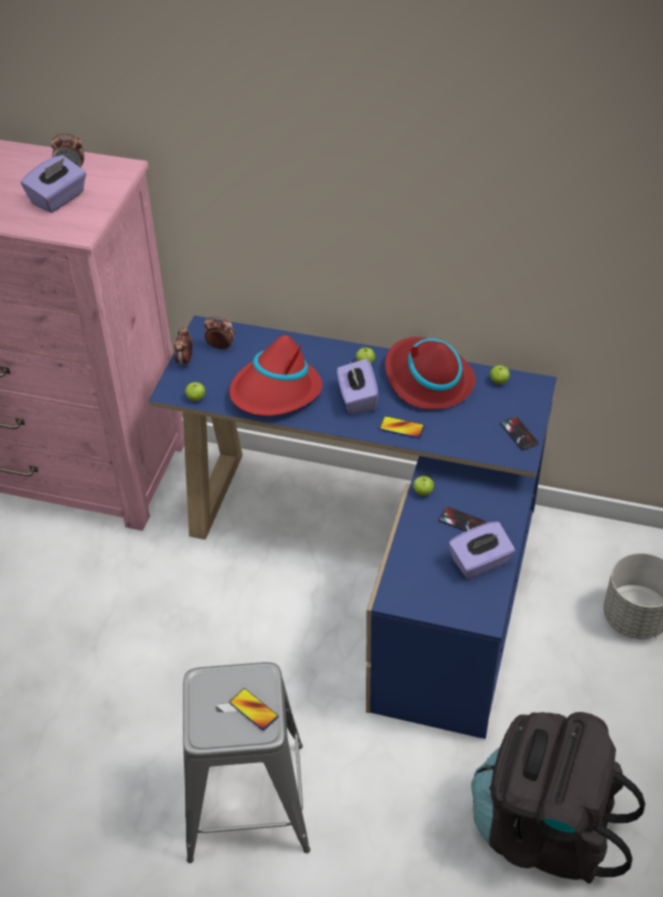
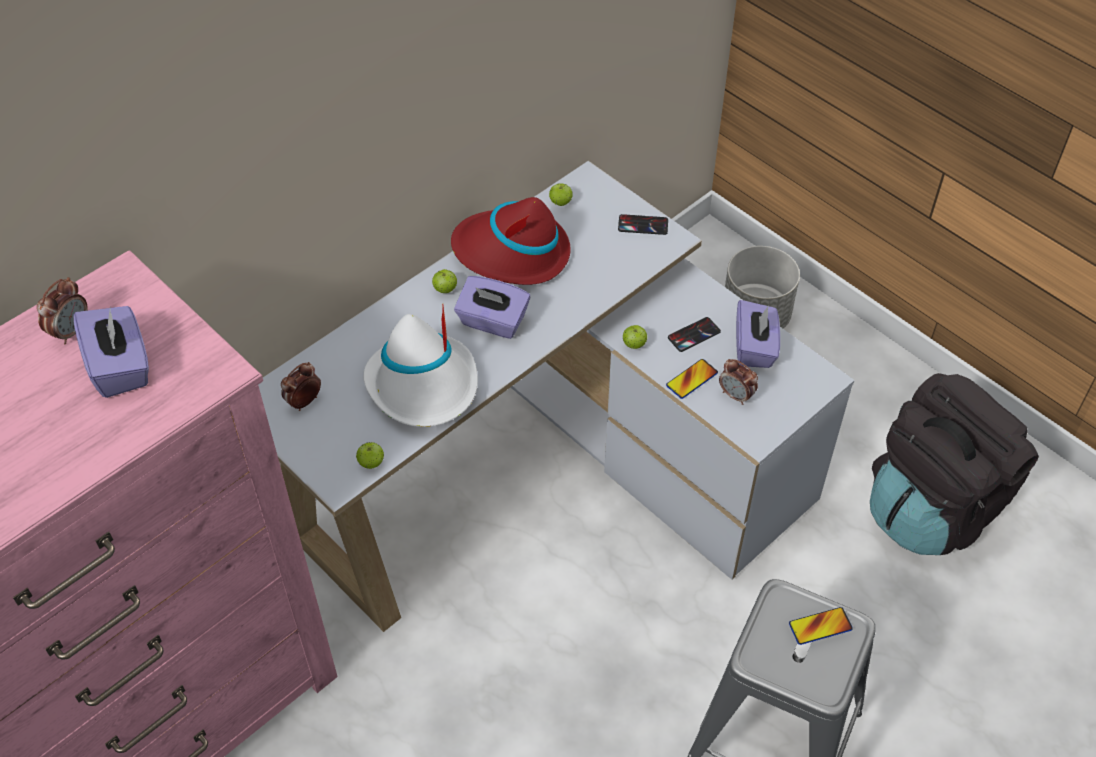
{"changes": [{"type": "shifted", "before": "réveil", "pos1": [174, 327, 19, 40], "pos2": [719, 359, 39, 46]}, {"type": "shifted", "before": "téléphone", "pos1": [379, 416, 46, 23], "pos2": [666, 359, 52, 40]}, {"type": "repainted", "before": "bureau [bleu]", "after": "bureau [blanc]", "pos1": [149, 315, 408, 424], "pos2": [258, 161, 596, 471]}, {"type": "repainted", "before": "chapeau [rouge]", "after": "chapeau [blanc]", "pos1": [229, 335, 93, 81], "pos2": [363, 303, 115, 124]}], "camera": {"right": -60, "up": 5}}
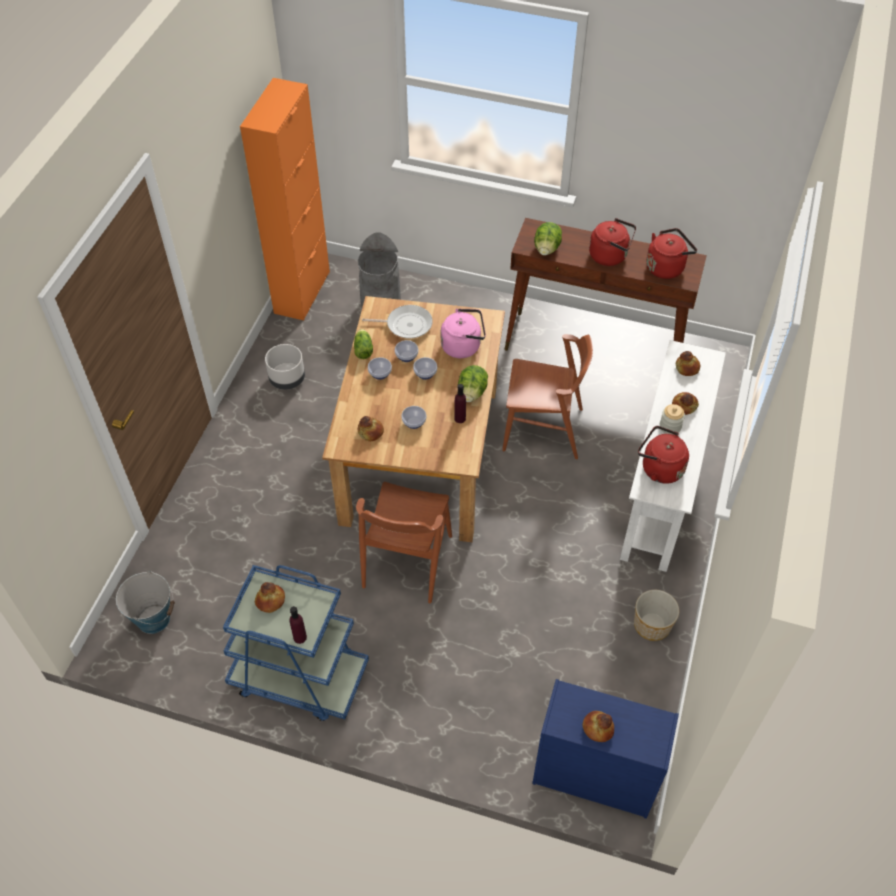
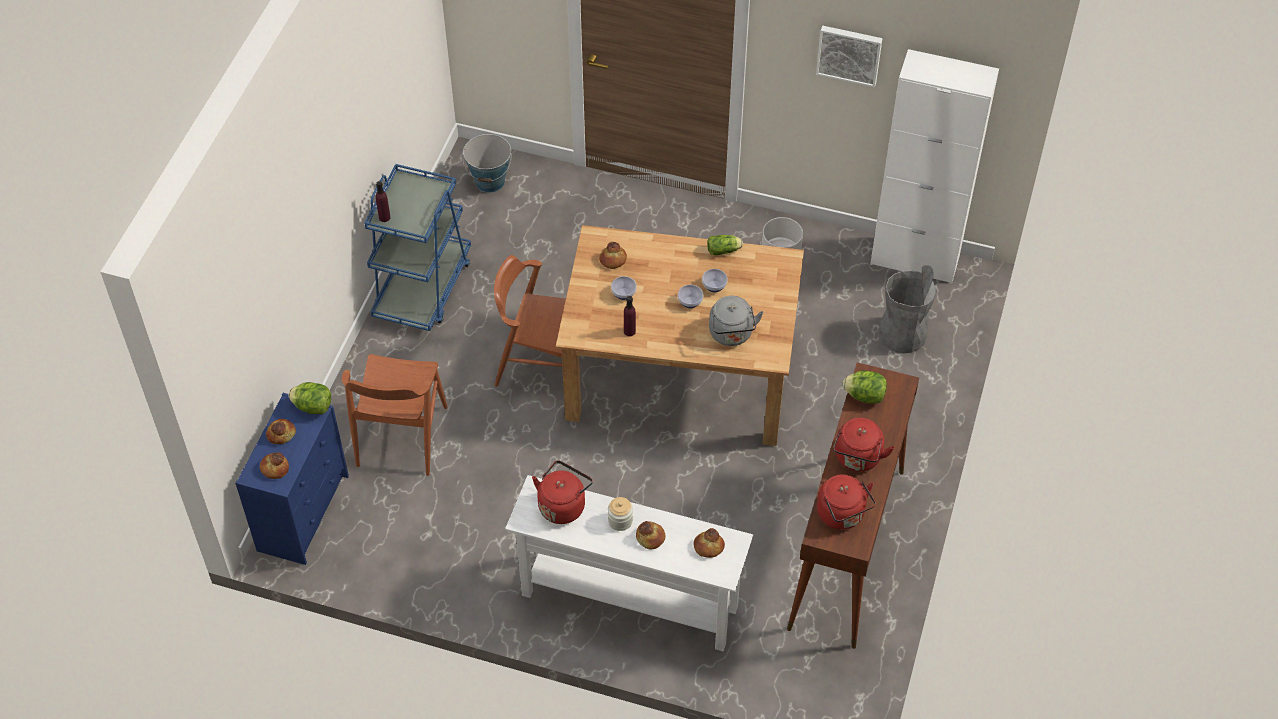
{"changes": [{"type": "gone", "before": "poêle", "pos1": [362, 305, 71, 34]}, {"type": "gone", "before": "bol", "pos1": [368, 357, 24, 23]}, {"type": "gone", "before": "cache-pot", "pos1": [634, 590, 45, 51]}, {"type": "new", "after": "tableau", "pos2": [816, 26, 66, 61]}, {"type": "shifted", "before": "pain", "pos1": [255, 582, 30, 31], "pos2": [260, 453, 29, 26]}, {"type": "shifted", "before": "laitue", "pos1": [458, 365, 30, 37], "pos2": [288, 382, 43, 32]}, {"type": "shifted", "before": "chaise [marron]", "pos1": [502, 334, 91, 125], "pos2": [342, 354, 106, 122]}, {"type": "repainted", "before": "meuble de rangement [orange]", "after": "meuble de rangement [blanc]", "pos1": [240, 78, 90, 243], "pos2": [870, 49, 129, 235]}, {"type": "repainted", "before": "bouilloire [rose]", "after": "bouilloire [gris]", "pos1": [441, 309, 45, 49], "pos2": [709, 296, 54, 50]}], "camera": {"right": 90, "up": 0}}
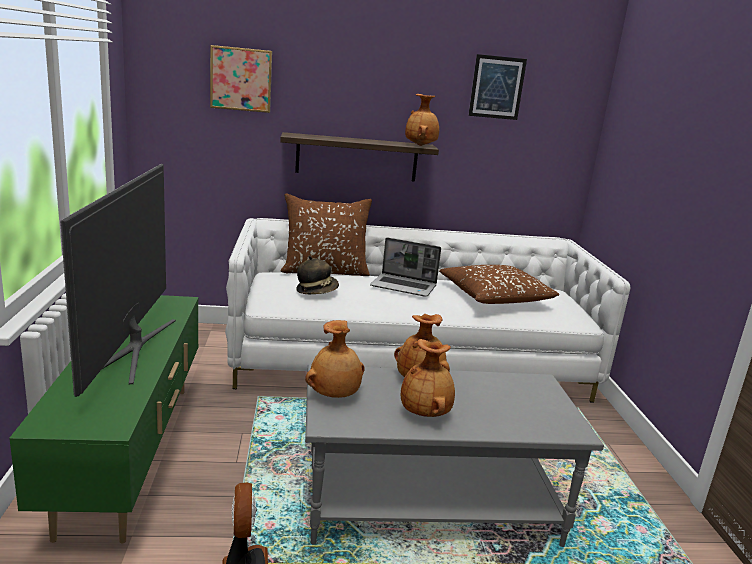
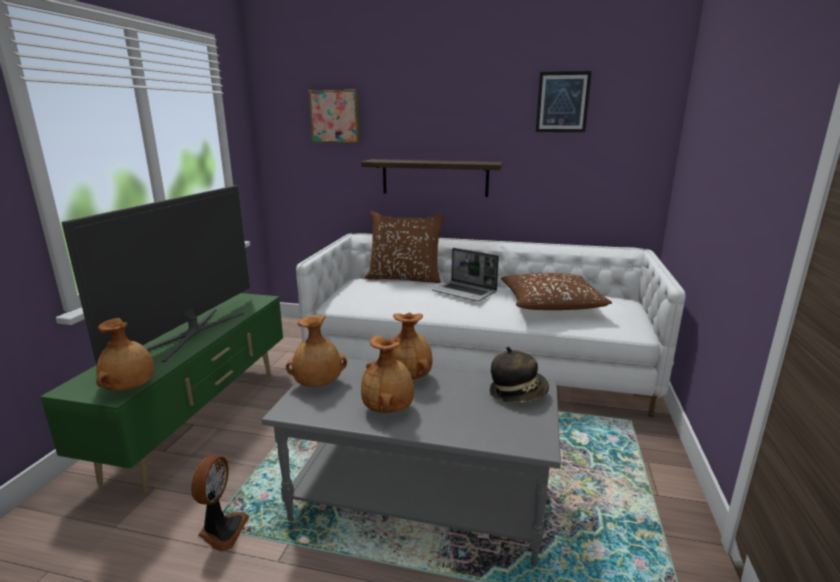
{"changes": [{"type": "shifted", "before": "chapeau", "pos1": [296, 255, 43, 39], "pos2": [490, 347, 59, 56]}, {"type": "shifted", "before": "vase [marron]", "pos1": [405, 94, 34, 52], "pos2": [96, 318, 58, 73]}], "camera": {"right": 20, "up": 0}}
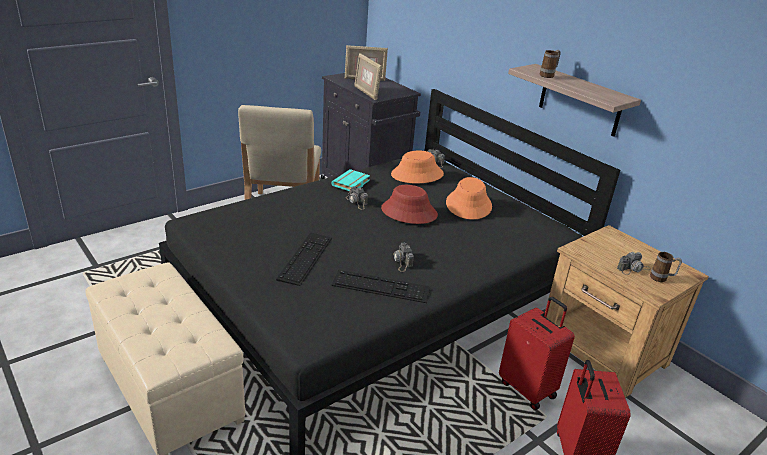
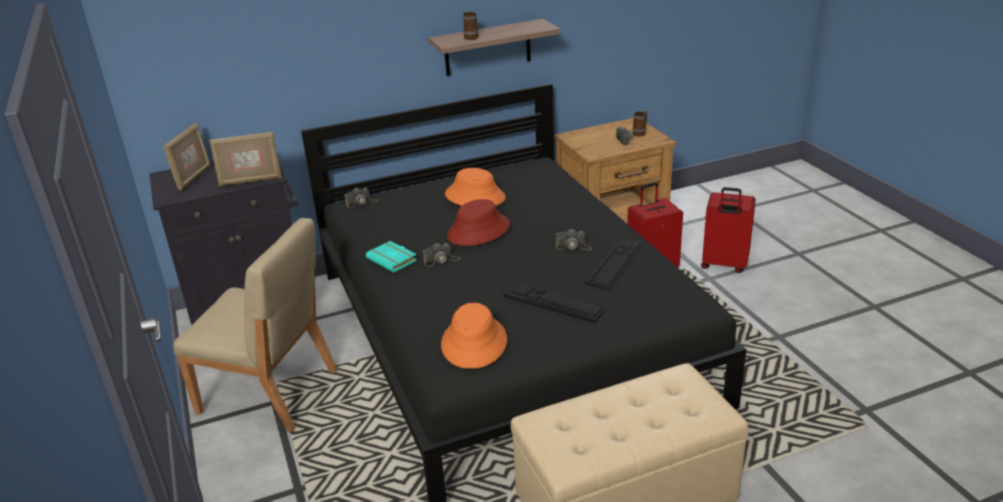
{"changes": [{"type": "shifted", "before": "chapeau [orange]", "pos1": [391, 150, 53, 33], "pos2": [441, 303, 66, 66]}], "camera": {"right": -70, "up": 0}}
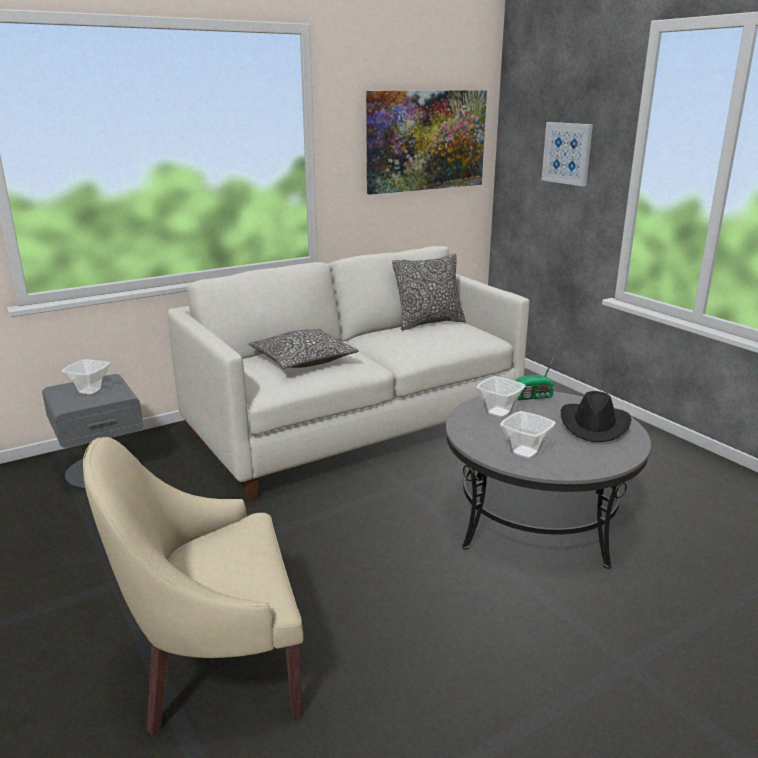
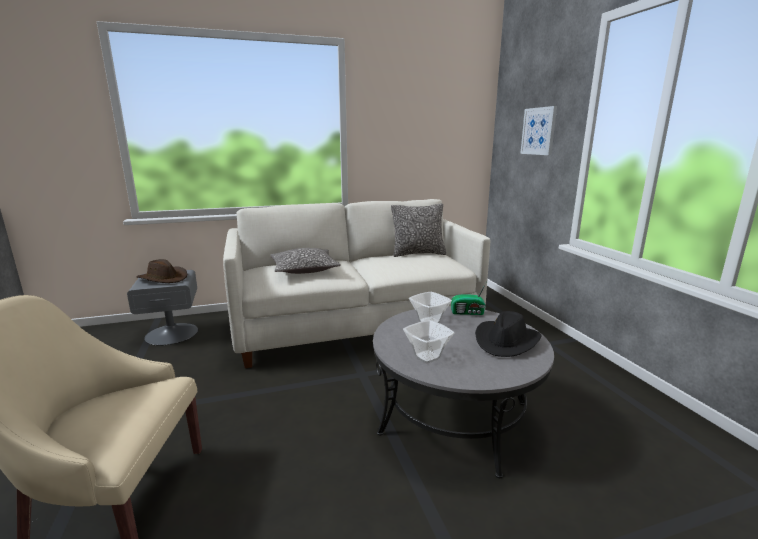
{"changes": [{"type": "gone", "before": "tableau", "pos1": [366, 90, 121, 104]}, {"type": "swapped", "before": "bol", "after": "chapeau [marron]", "pos1": [61, 359, 49, 37], "pos2": [137, 259, 50, 24]}], "camera": {"right": 15, "up": -5}}
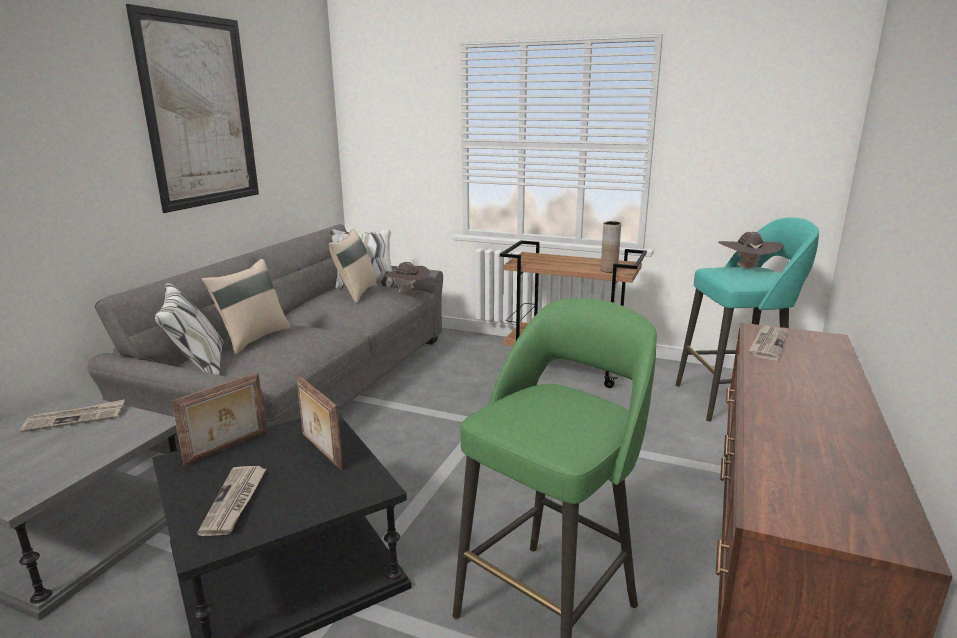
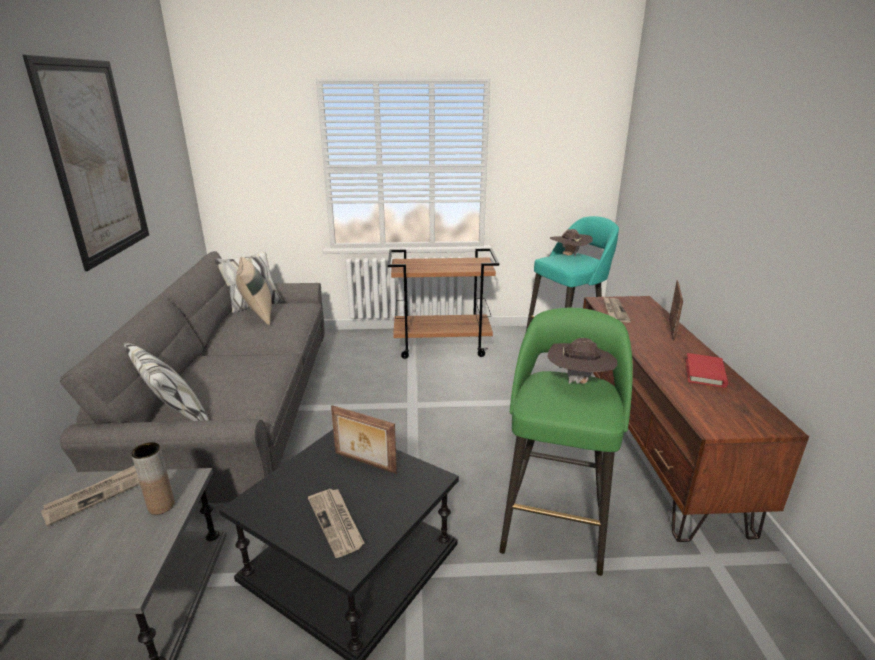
{"changes": [{"type": "gone", "before": "coussin [beige]", "pos1": [202, 259, 88, 96]}, {"type": "new", "after": "livre [rouge]", "pos2": [686, 353, 42, 35]}, {"type": "shifted", "before": "cadre photo", "pos1": [171, 372, 96, 94], "pos2": [669, 280, 14, 61]}, {"type": "shifted", "before": "chapeau [marron]", "pos1": [382, 262, 48, 30], "pos2": [548, 338, 70, 46]}, {"type": "shifted", "before": "vase [marron]", "pos1": [601, 221, 20, 52], "pos2": [131, 442, 44, 73]}], "camera": {"right": -25, "up": 5}}
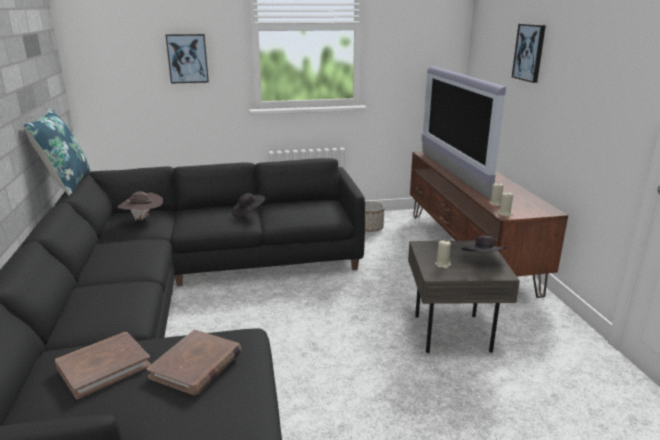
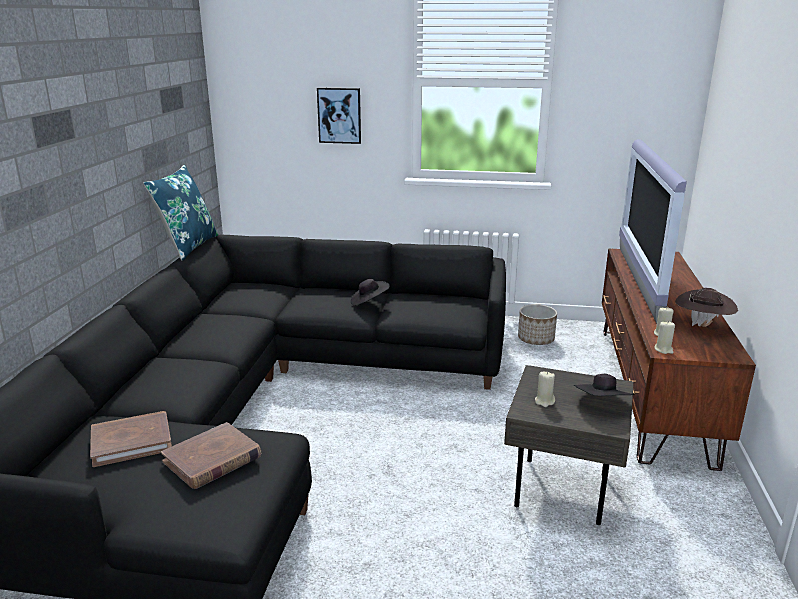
{"changes": [{"type": "gone", "before": "tableau", "pos1": [512, 24, 34, 59]}, {"type": "shifted", "before": "chapeau [marron]", "pos1": [118, 192, 45, 29], "pos2": [675, 288, 63, 39]}], "camera": {"right": 20, "up": 0}}
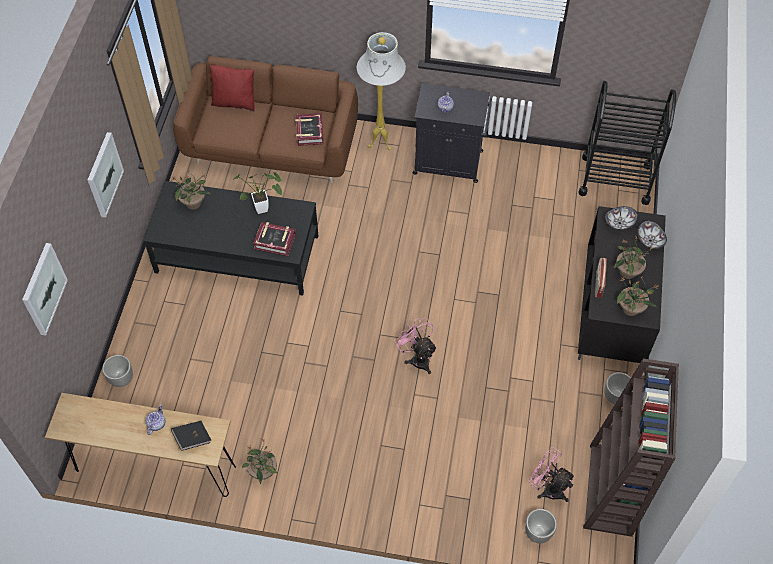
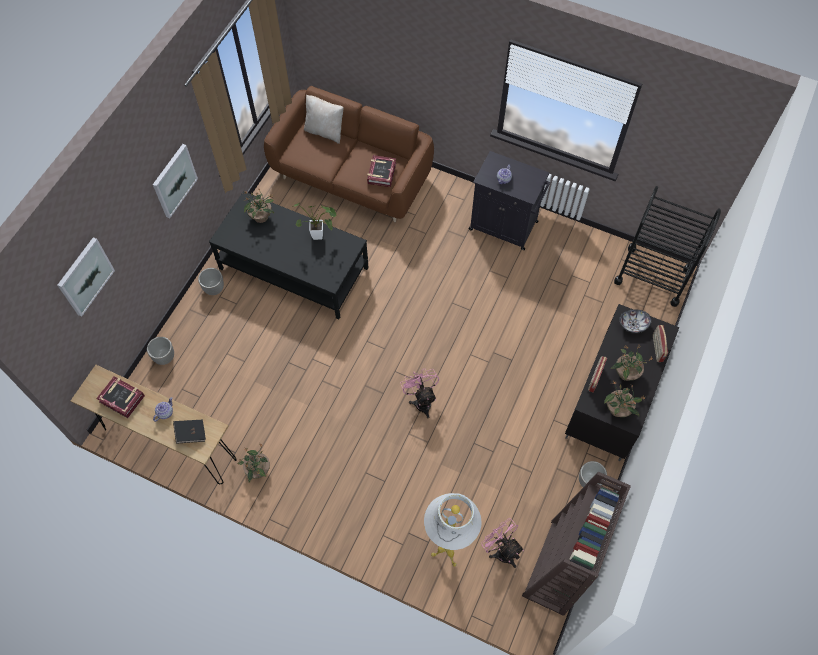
{"changes": [{"type": "shifted", "before": "livre", "pos1": [253, 222, 43, 34], "pos2": [96, 376, 49, 42]}, {"type": "shifted", "before": "lampadaire [blanc]", "pos1": [357, 32, 49, 119], "pos2": [424, 493, 58, 74]}, {"type": "shifted", "before": "cache-pot", "pos1": [525, 509, 32, 34], "pos2": [198, 268, 26, 27]}, {"type": "swapped", "before": "bol", "after": "radio", "pos1": [637, 221, 30, 28], "pos2": [653, 325, 15, 37]}, {"type": "repainted", "before": "coussin [rouge]", "after": "coussin [beige]", "pos1": [210, 65, 45, 46], "pos2": [304, 95, 40, 49]}], "camera": {"right": 15, "up": 5}}
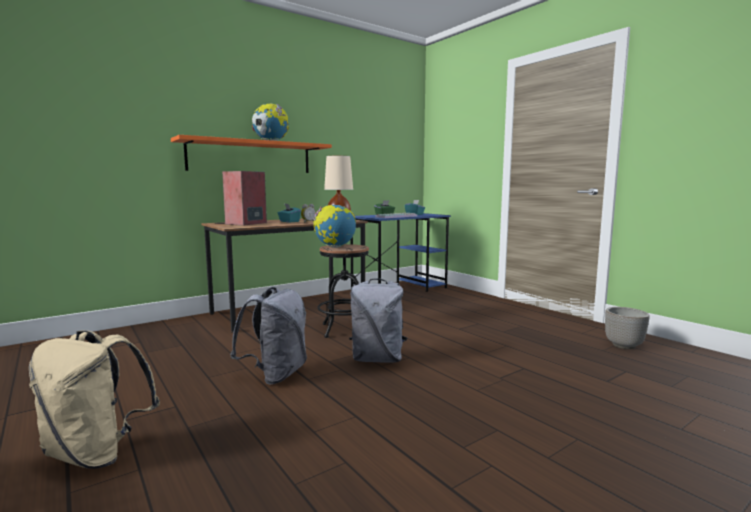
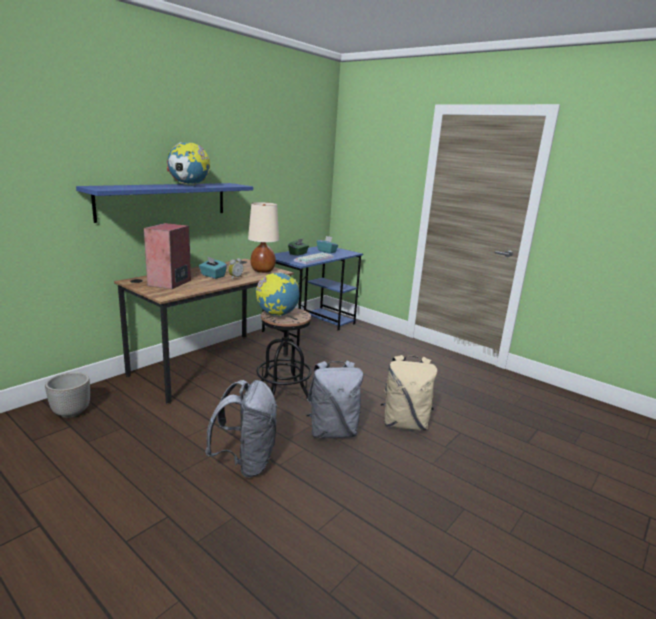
{"changes": [{"type": "shifted", "before": "sac à dos [beige]", "pos1": [29, 330, 131, 139], "pos2": [381, 355, 56, 76]}, {"type": "shifted", "before": "cache-pot", "pos1": [605, 307, 45, 42], "pos2": [45, 372, 45, 46]}, {"type": "repainted", "before": "étagère [orange]", "after": "étagère [bleu]", "pos1": [171, 135, 161, 38], "pos2": [76, 183, 177, 40]}], "camera": {"right": -15, "up": 10}}
